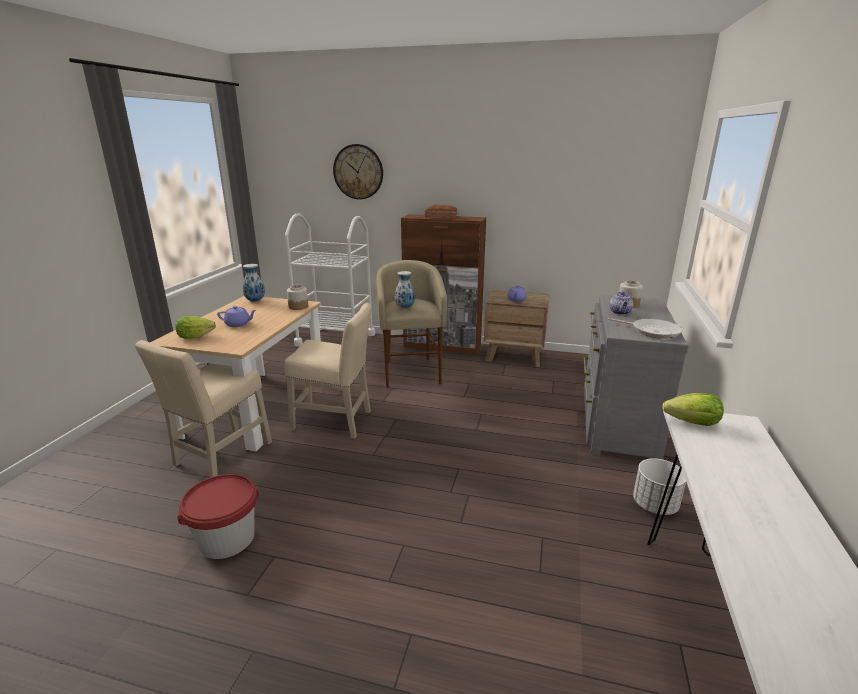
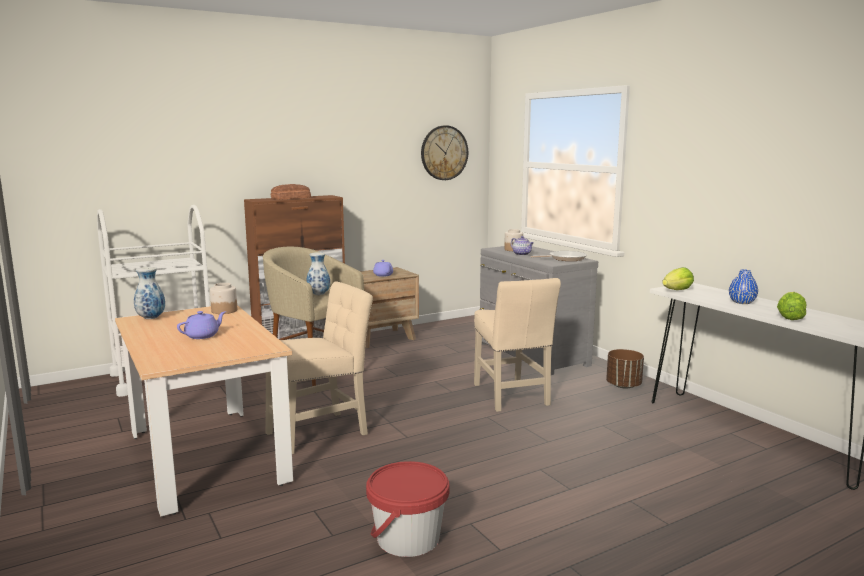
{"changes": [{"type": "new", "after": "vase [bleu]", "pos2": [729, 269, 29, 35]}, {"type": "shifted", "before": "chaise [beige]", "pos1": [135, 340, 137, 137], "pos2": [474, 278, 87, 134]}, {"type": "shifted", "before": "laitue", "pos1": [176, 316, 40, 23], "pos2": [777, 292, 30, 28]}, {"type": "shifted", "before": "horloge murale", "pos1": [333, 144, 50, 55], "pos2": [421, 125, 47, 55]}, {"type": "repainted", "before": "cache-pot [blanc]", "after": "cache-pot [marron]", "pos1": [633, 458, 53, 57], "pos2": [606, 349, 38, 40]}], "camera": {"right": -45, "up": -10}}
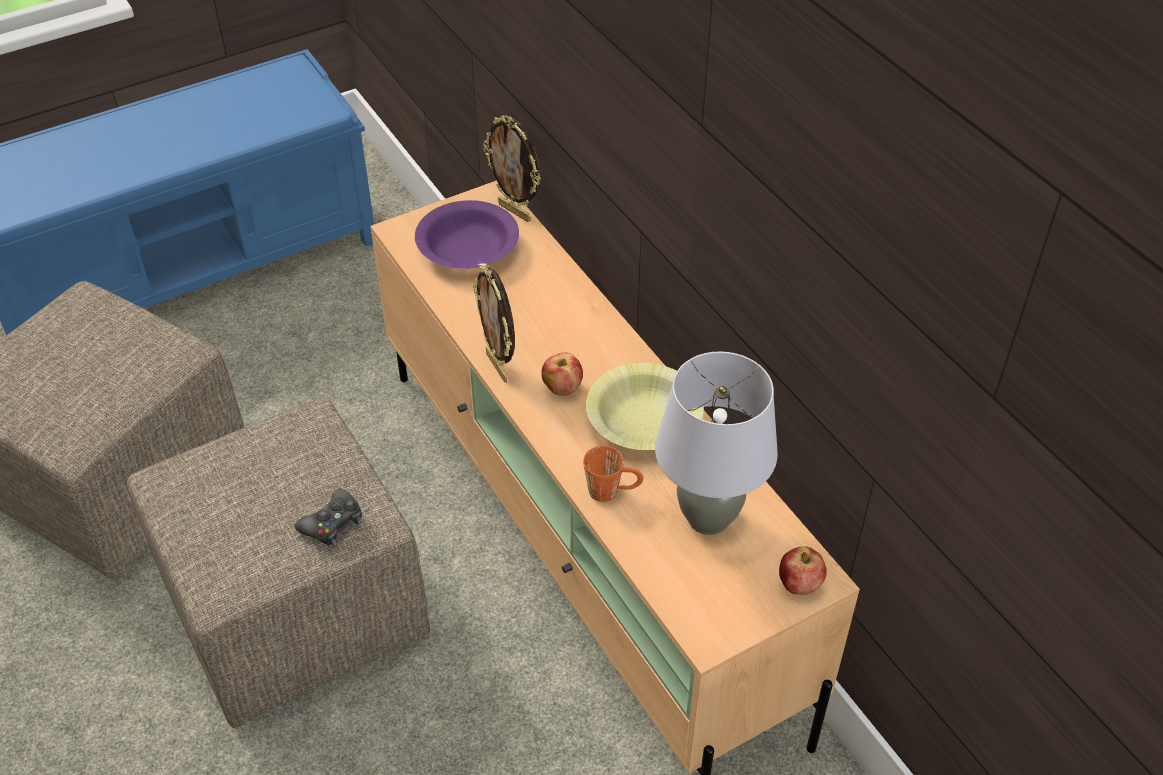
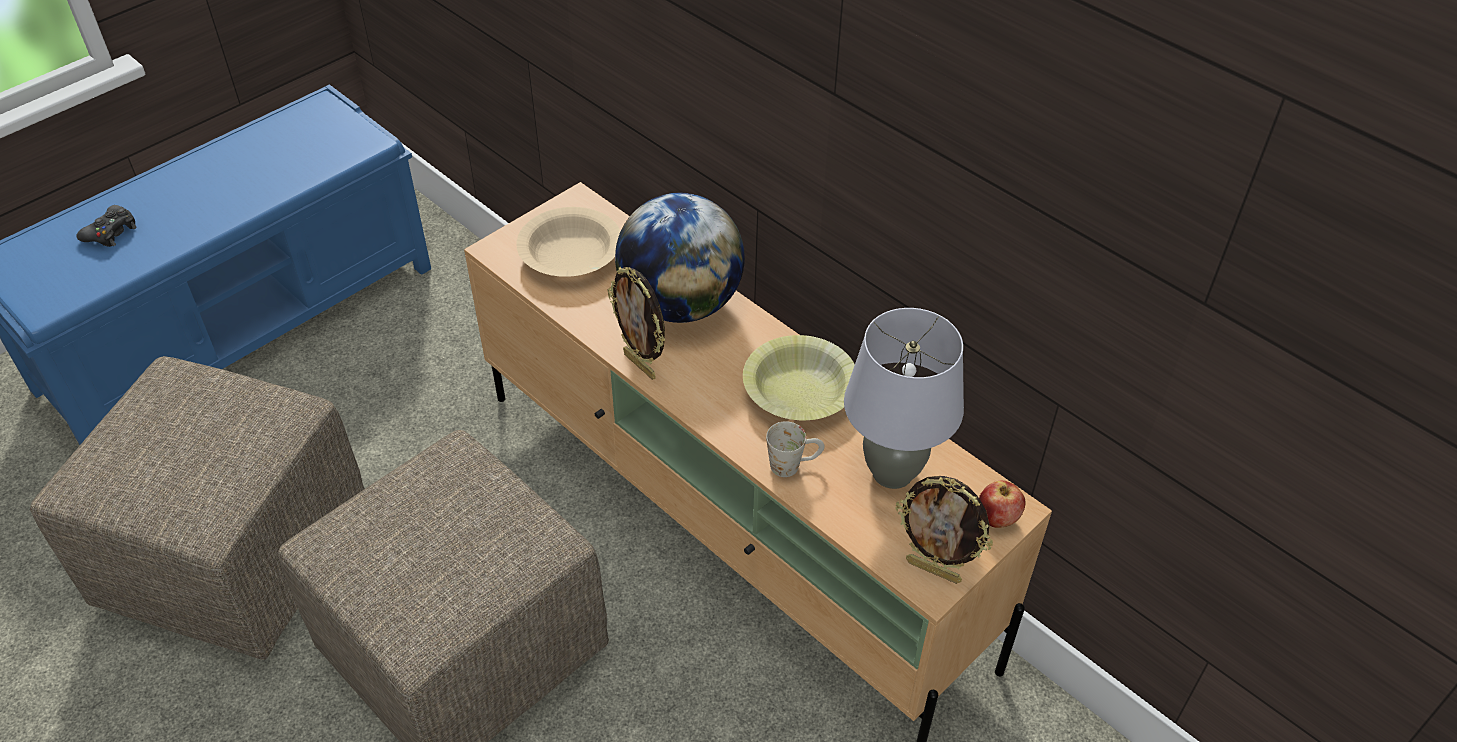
{"changes": [{"type": "gone", "before": "pomme", "pos1": [541, 352, 42, 44]}, {"type": "new", "after": "globe", "pos2": [615, 193, 130, 130]}, {"type": "shifted", "before": "manette [noir]", "pos1": [295, 488, 67, 58], "pos2": [76, 205, 61, 42]}, {"type": "shifted", "before": "cadre photo", "pos1": [483, 115, 58, 107], "pos2": [895, 476, 98, 108]}, {"type": "repainted", "before": "bol [violet]", "after": "bol [beige]", "pos1": [415, 200, 104, 69], "pos2": [516, 207, 104, 70]}, {"type": "repainted", "before": "mug [orange]", "after": "mug [blanc]", "pos1": [583, 446, 61, 56], "pos2": [766, 421, 59, 56]}], "camera": {"right": -15, "up": 0}}
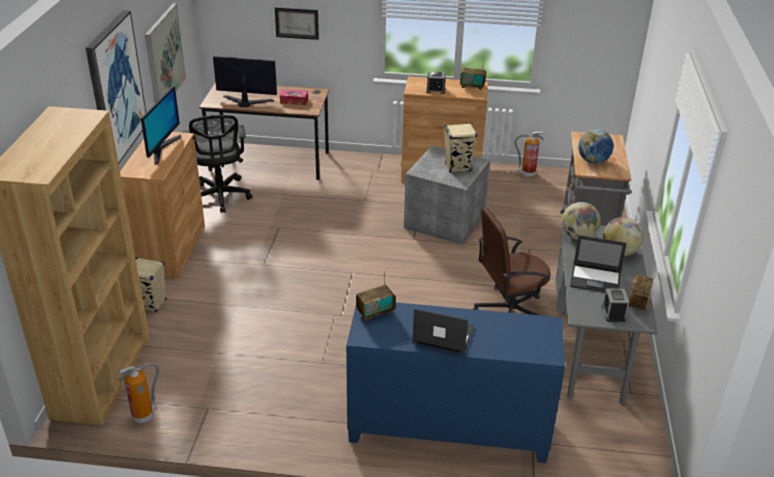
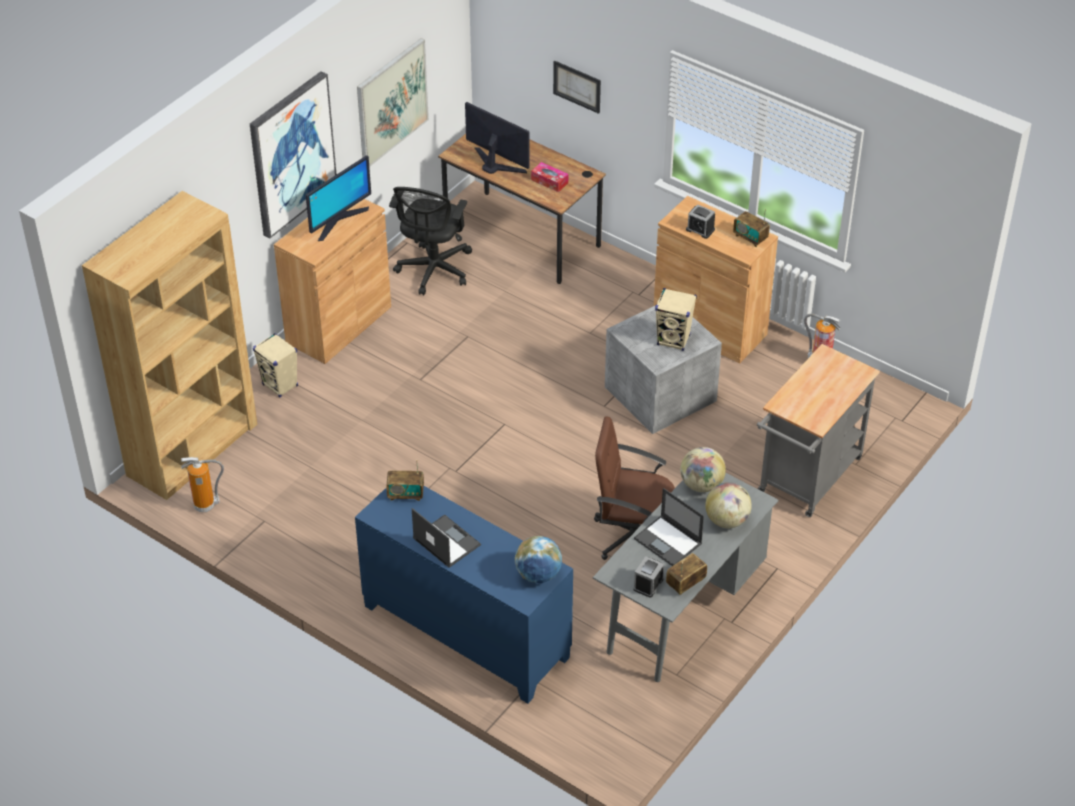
{"changes": [{"type": "shifted", "before": "globe", "pos1": [578, 129, 36, 35], "pos2": [515, 536, 47, 47]}], "camera": {"right": 30, "up": 10}}
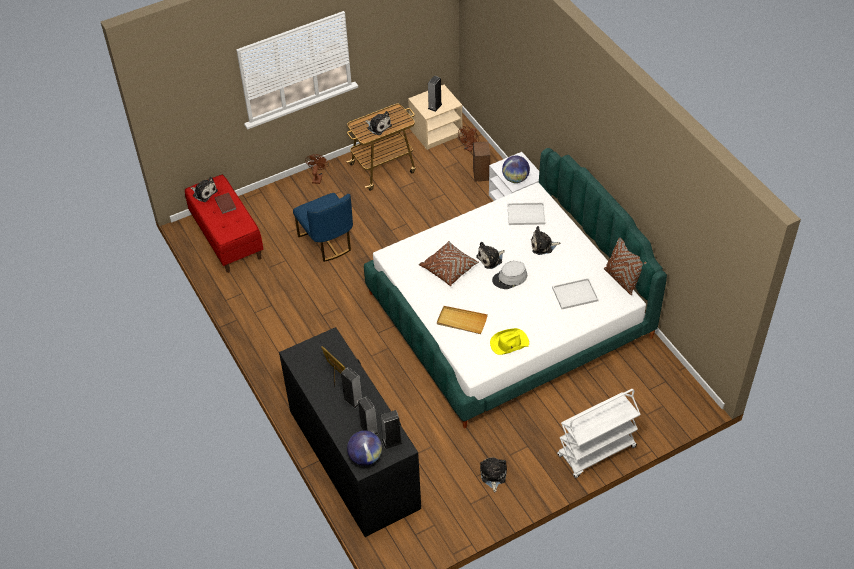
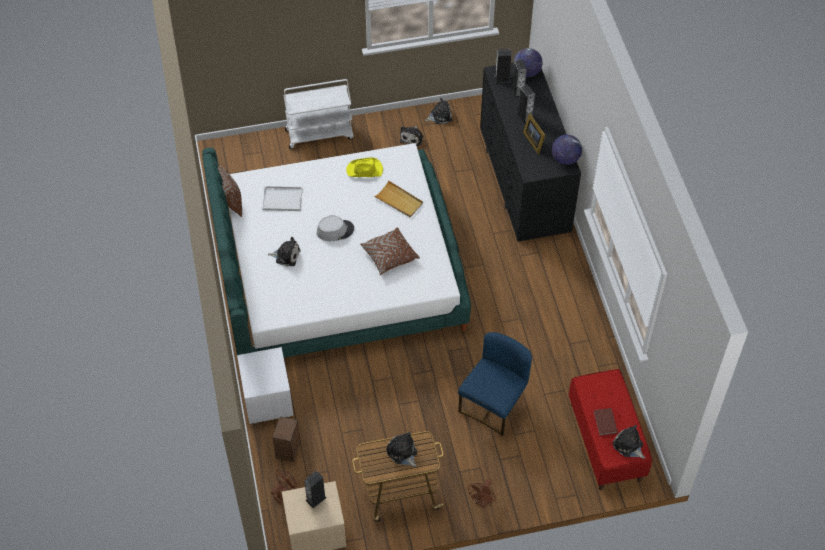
{"changes": [{"type": "gone", "before": "plateau [blanc]", "pos1": [507, 203, 38, 22]}, {"type": "shifted", "before": "peluche", "pos1": [476, 242, 29, 27], "pos2": [425, 98, 28, 26]}, {"type": "shifted", "before": "globe", "pos1": [502, 156, 28, 27], "pos2": [552, 135, 30, 30]}, {"type": "rotated", "before": "chaise [bleu]", "pos1": [293, 193, 60, 69], "pos2": [458, 332, 74, 104], "turn": 45}], "camera": {"right": -165, "up": 5}}
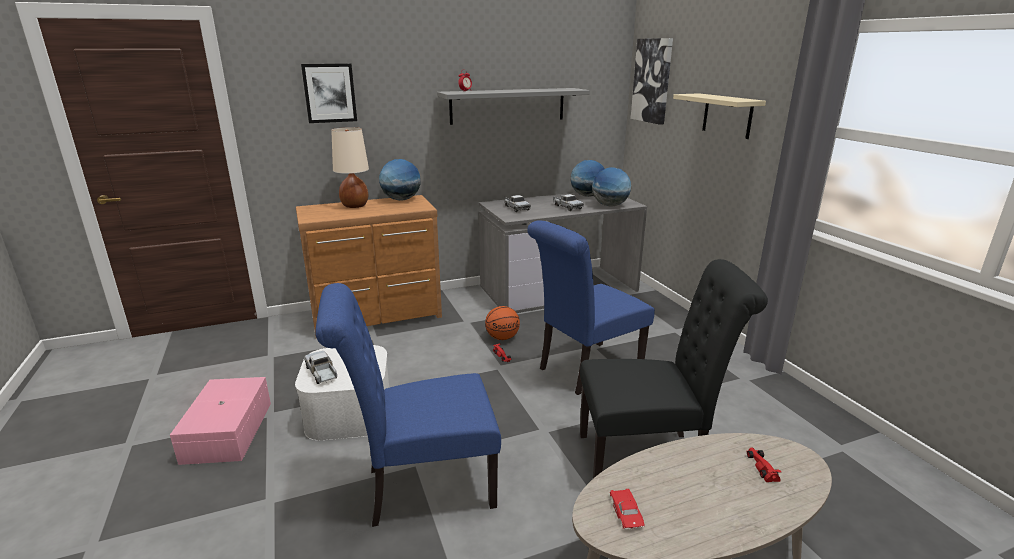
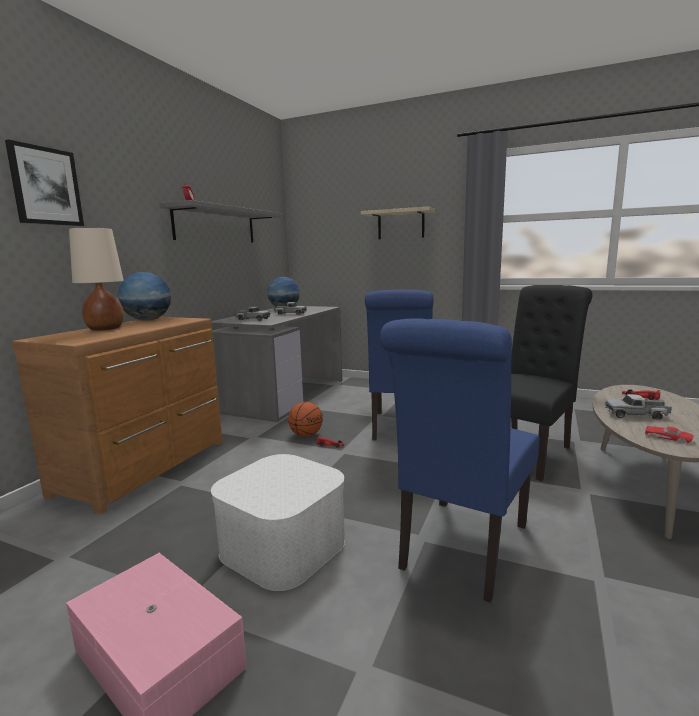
{"changes": [{"type": "gone", "before": "globe", "pos1": [592, 167, 39, 40]}, {"type": "gone", "before": "tableau", "pos1": [631, 38, 42, 87]}, {"type": "shifted", "before": "camion jouet", "pos1": [304, 351, 33, 33], "pos2": [605, 394, 67, 26]}], "camera": {"right": -45, "up": -10}}
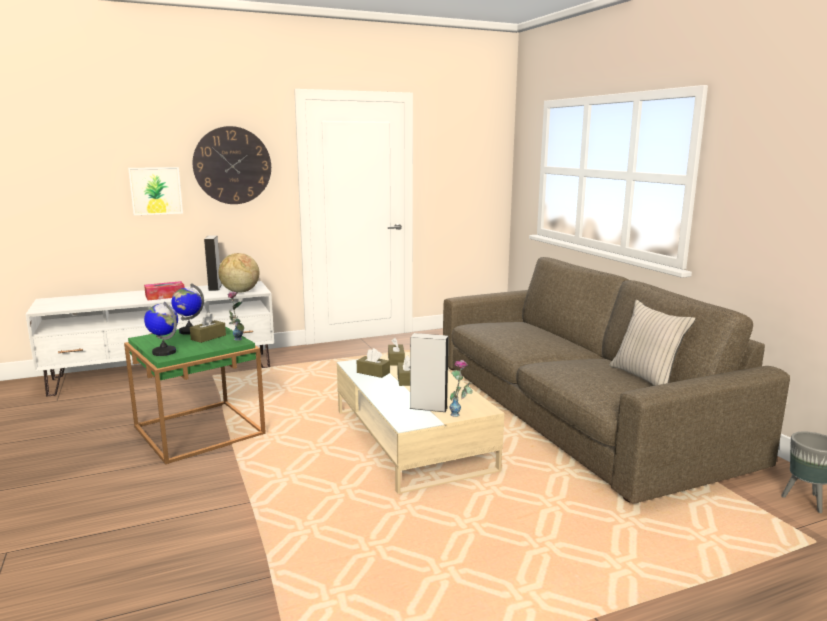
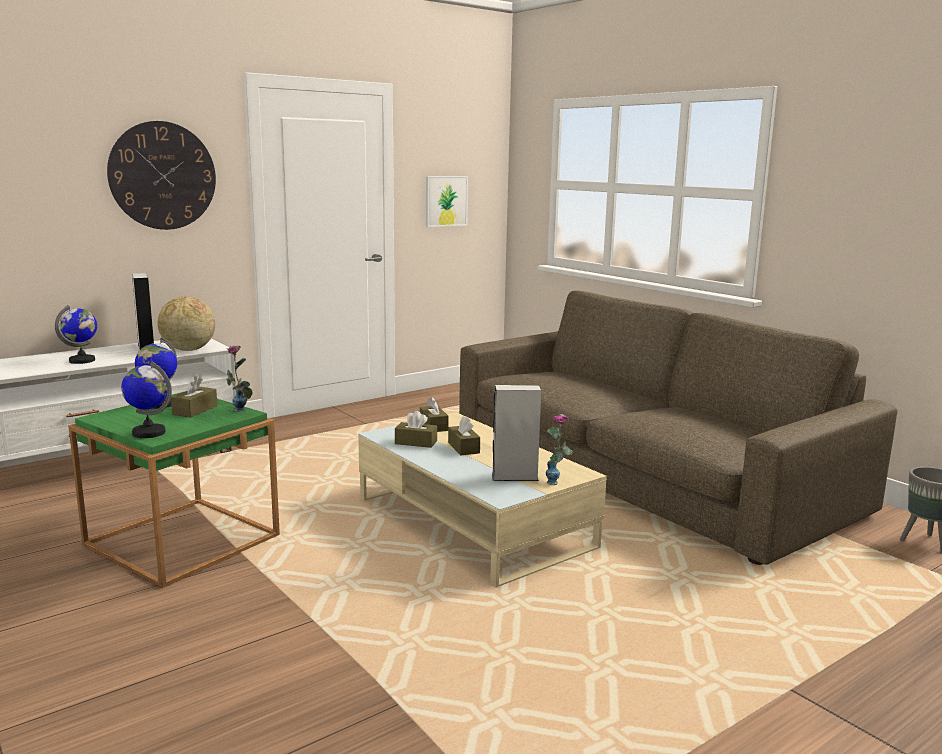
{"changes": [{"type": "gone", "before": "coussin [beige]", "pos1": [609, 300, 87, 86]}, {"type": "shifted", "before": "tableau", "pos1": [128, 167, 55, 48], "pos2": [426, 176, 42, 51]}, {"type": "swapped", "before": "boîte à mouchoirs", "after": "globe", "pos1": [144, 281, 41, 19], "pos2": [55, 305, 42, 59]}], "camera": {"right": -15, "up": 0}}
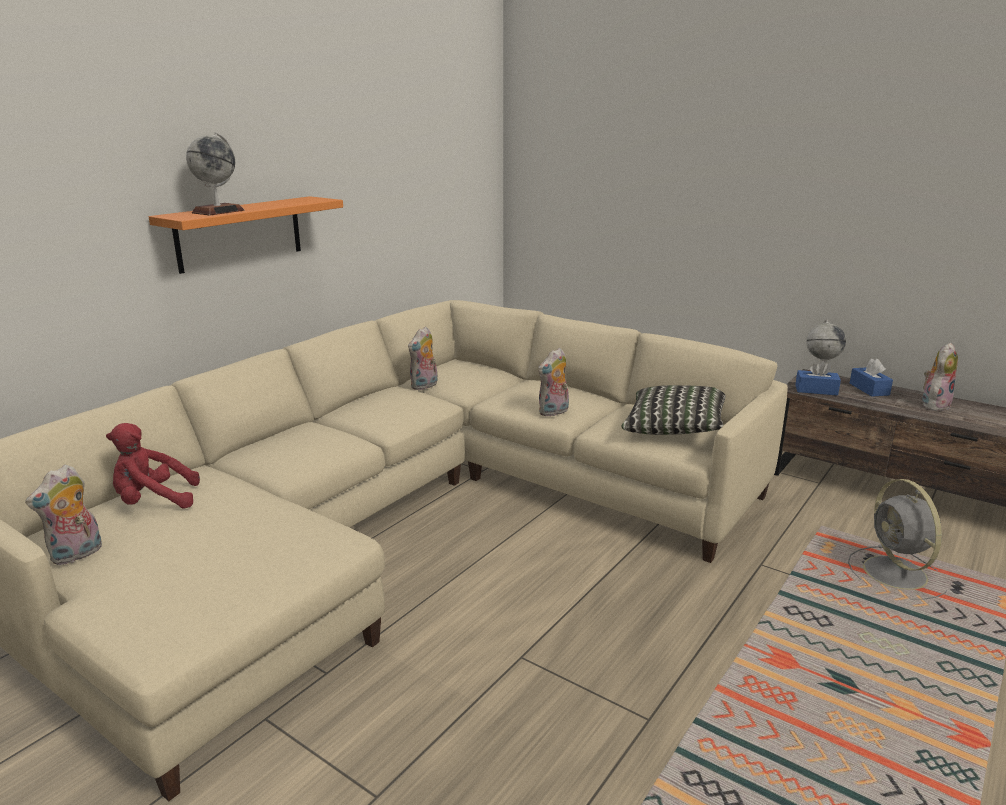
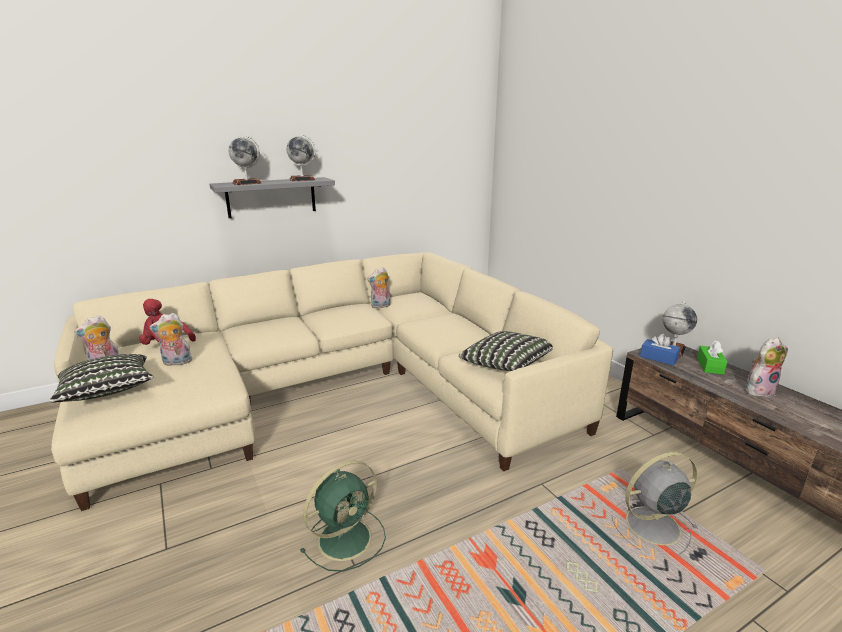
{"changes": [{"type": "new", "after": "coussin", "pos2": [50, 354, 104, 48]}, {"type": "new", "after": "globe", "pos2": [286, 135, 29, 46]}, {"type": "new", "after": "ventilateur [vert]", "pos2": [300, 461, 86, 111]}, {"type": "shifted", "before": "peluche", "pos1": [538, 348, 31, 68], "pos2": [150, 313, 42, 53]}, {"type": "repainted", "before": "étagère [orange]", "after": "étagère [gris]", "pos1": [149, 196, 194, 78], "pos2": [209, 177, 126, 41]}, {"type": "repainted", "before": "boîte à mouchoirs [bleu]", "after": "boîte à mouchoirs [vert]", "pos1": [850, 358, 43, 39], "pos2": [697, 340, 30, 35]}, {"type": "rotated", "before": "ventilateur [gris]", "pos1": [848, 479, 100, 121], "pos2": [612, 452, 86, 103], "turn": 60}], "camera": {"right": 25, "up": 0}}
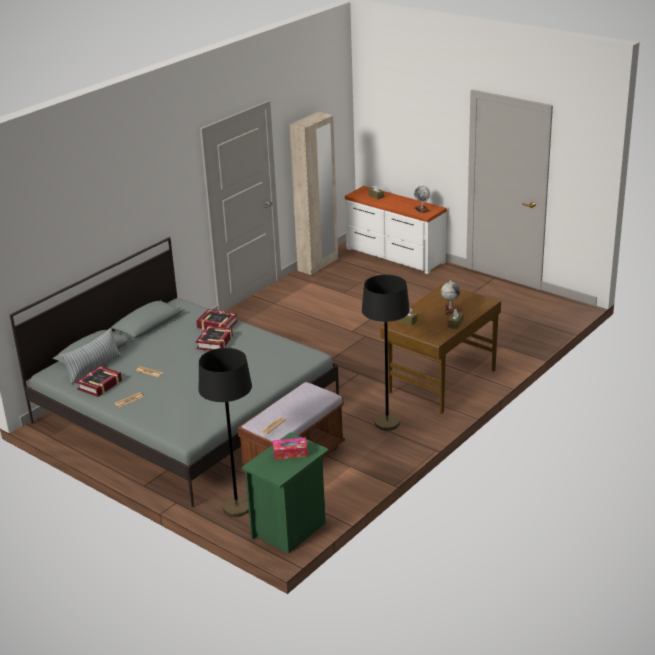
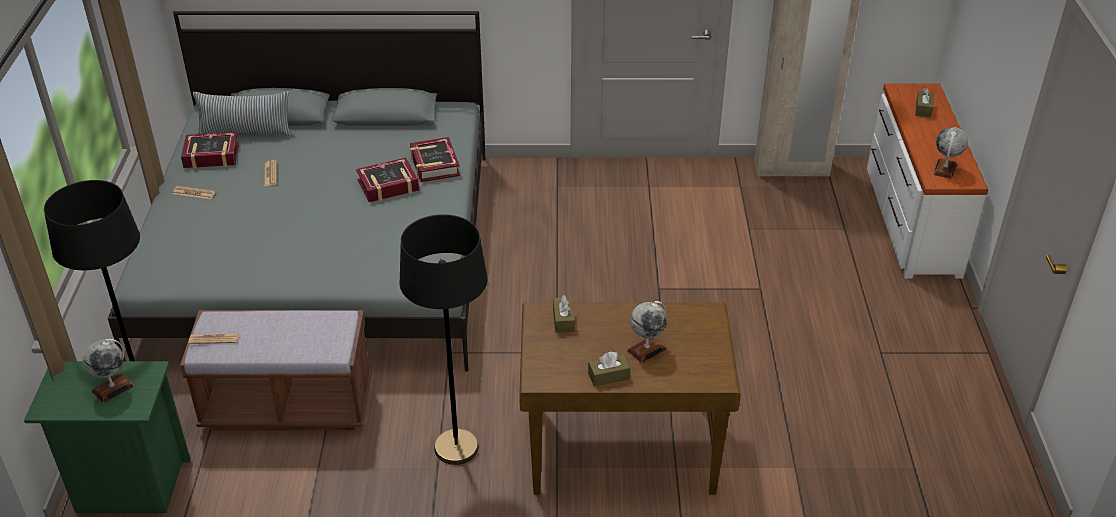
{"changes": [{"type": "swapped", "before": "boîte à mouchoirs", "after": "globe", "pos1": [273, 437, 35, 23], "pos2": [83, 339, 51, 64]}], "camera": {"right": 50, "up": 10}}
